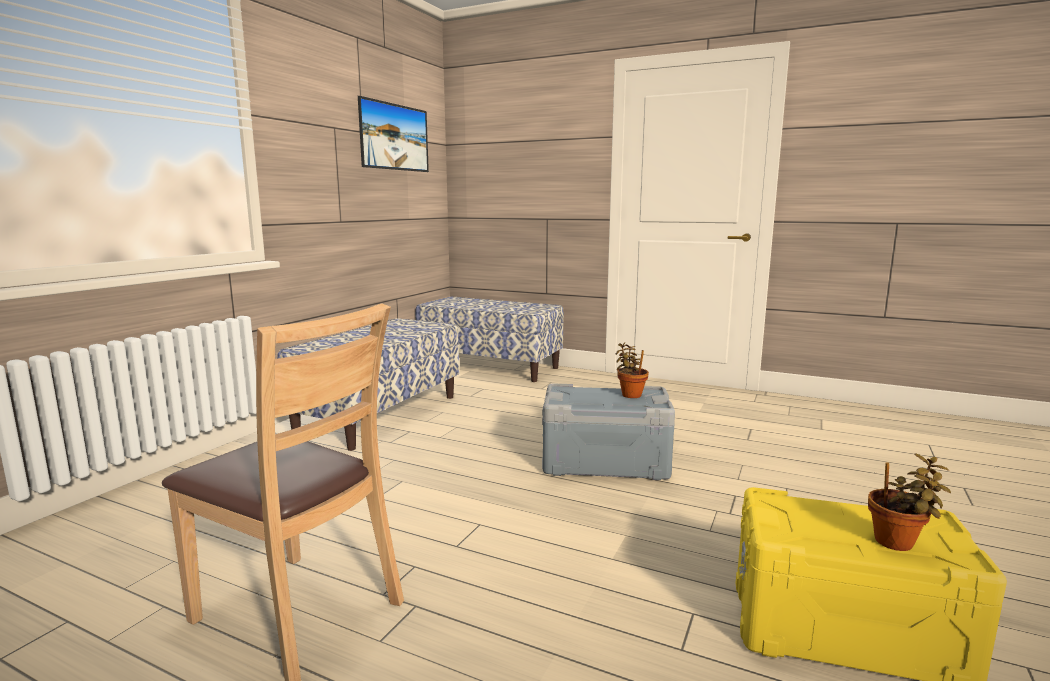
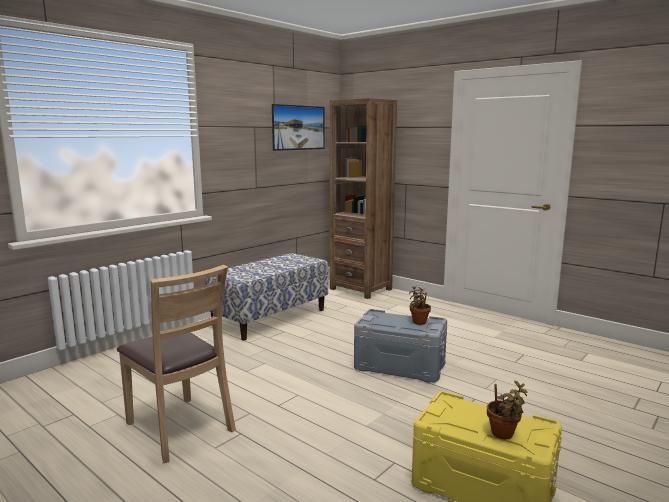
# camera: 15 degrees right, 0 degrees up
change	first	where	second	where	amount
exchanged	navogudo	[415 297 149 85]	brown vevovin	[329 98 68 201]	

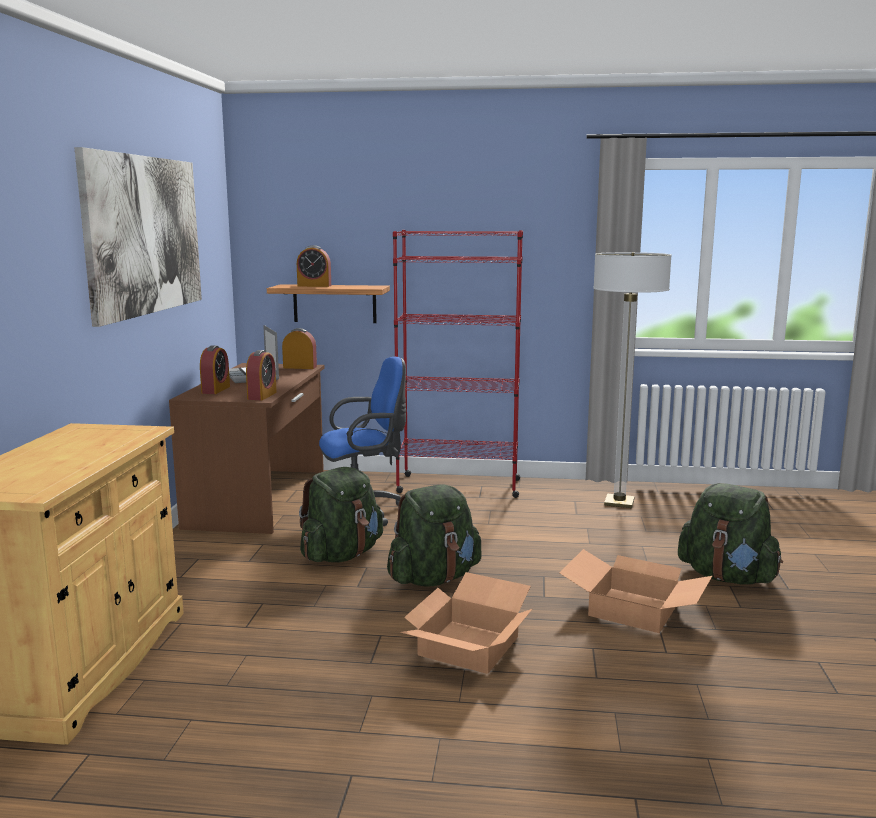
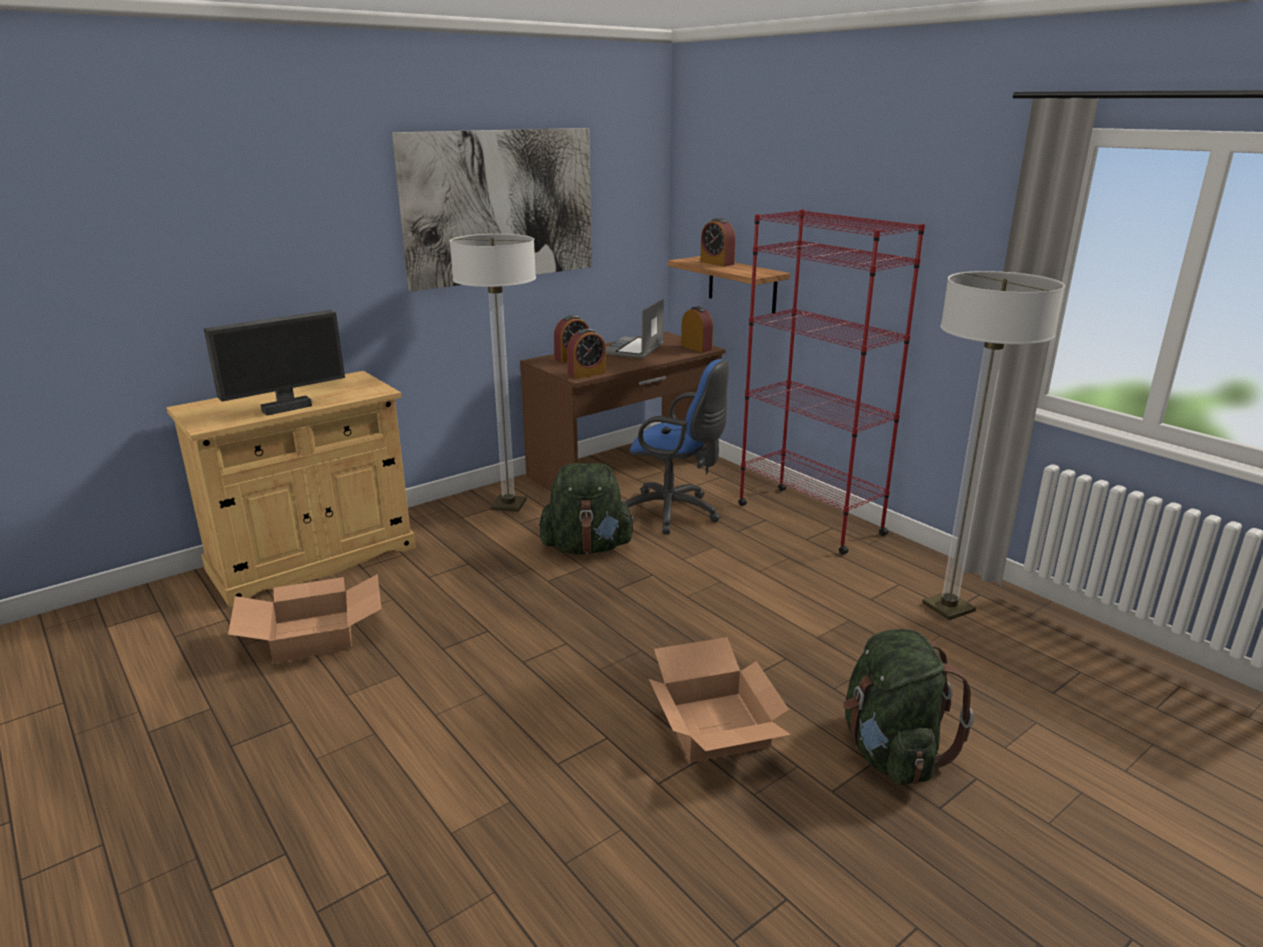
# camera: 45 degrees right, 10 degrees up
change	first	where	second	where	amount
missing	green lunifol	[387 485 95 102]			
appeared			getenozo	[203 310 142 106]	
appeared			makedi	[450 234 86 278]	
relocated	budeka	[400 572 132 102]		[228 574 153 89]	

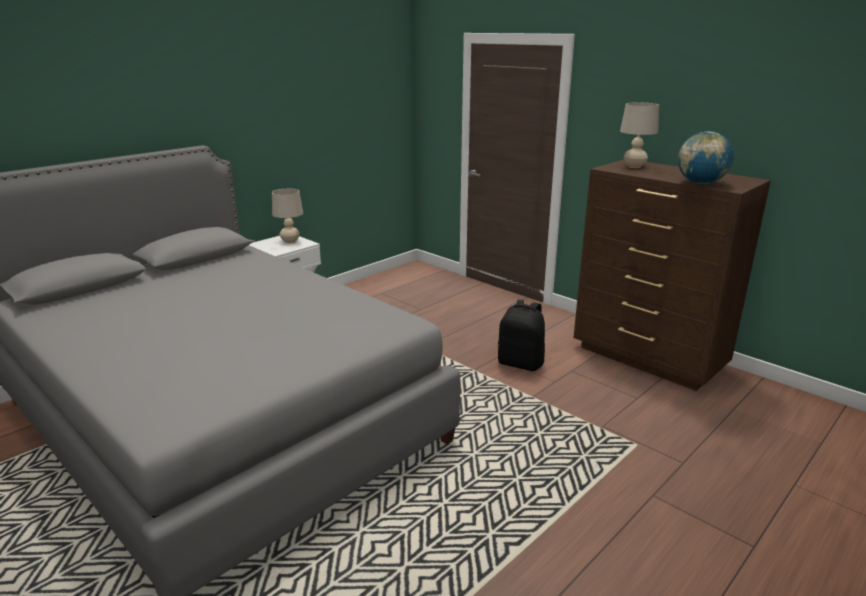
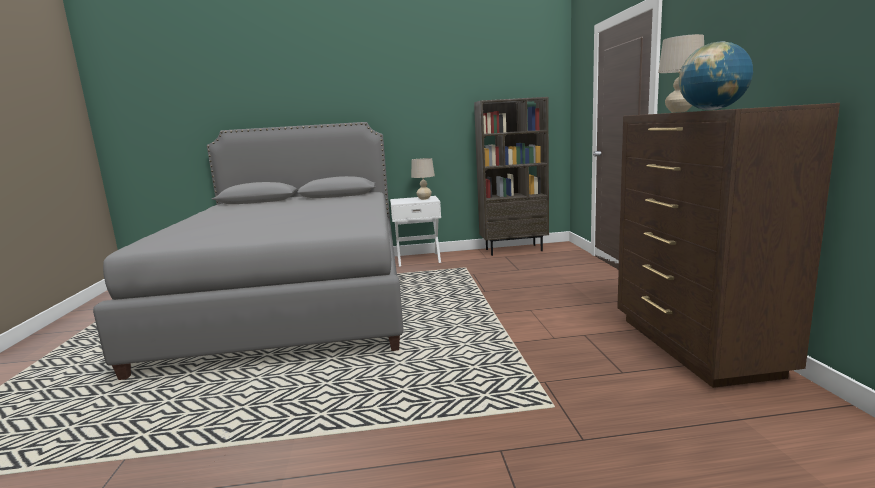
# camera: 40 degrees right, 10 degrees down
change	first	where	second	where	amount
missing	black lunifol	[498 300 47 71]			
appeared			brown vevovin	[474 97 75 159]	

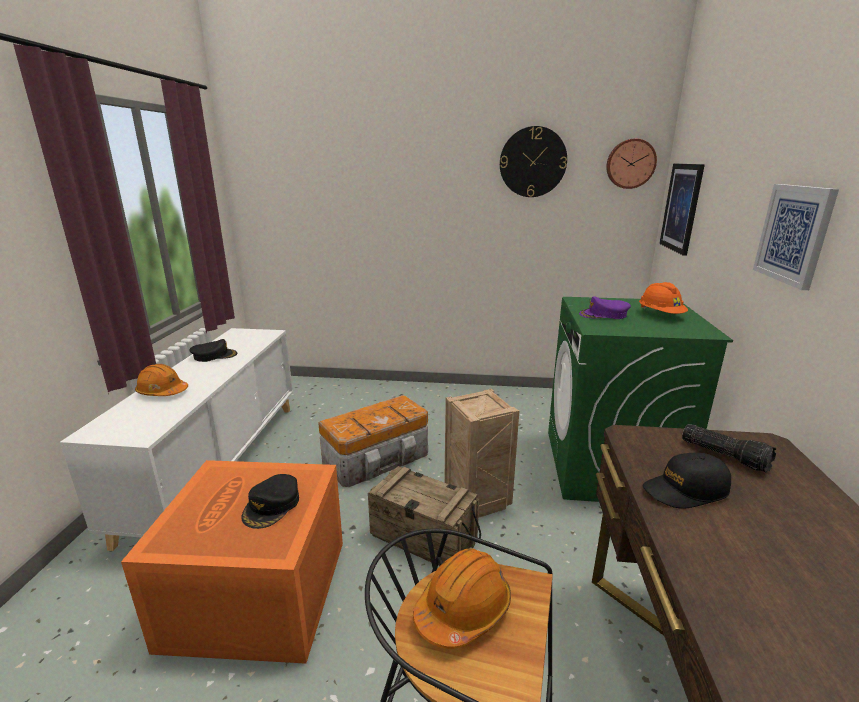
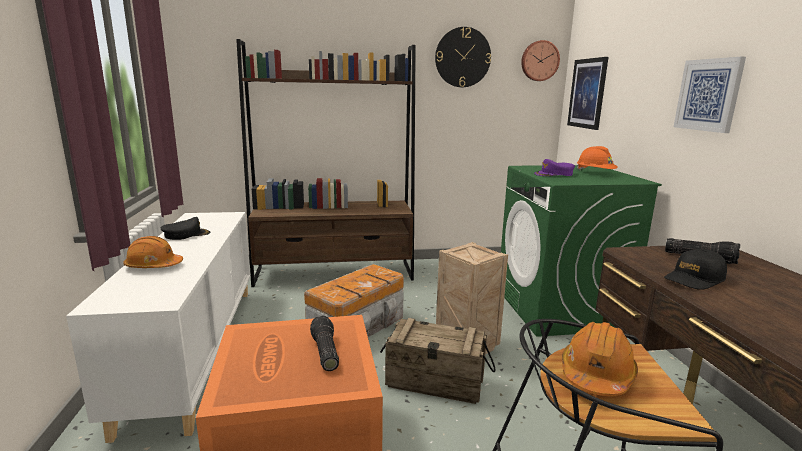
# camera: 15 degrees left, 5 degrees down
change	first	where	second	where	amount
appeared			brown vevovin	[236 39 180 248]	
exchanged	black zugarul	[241 474 58 55]	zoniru	[310 316 29 55]	

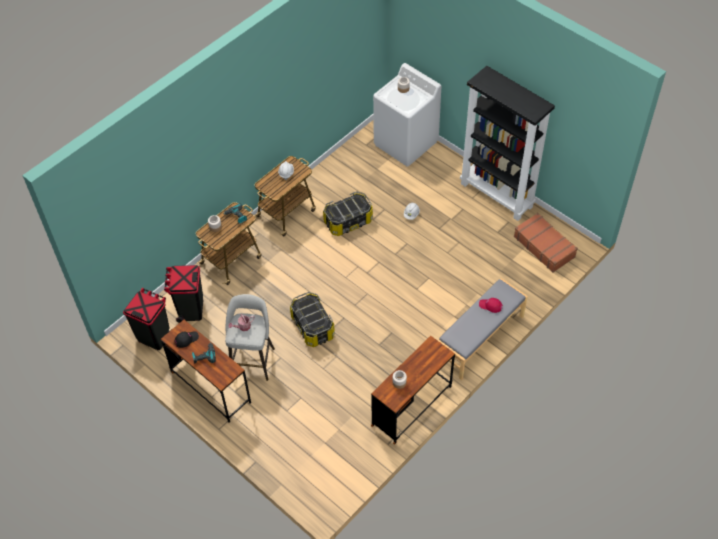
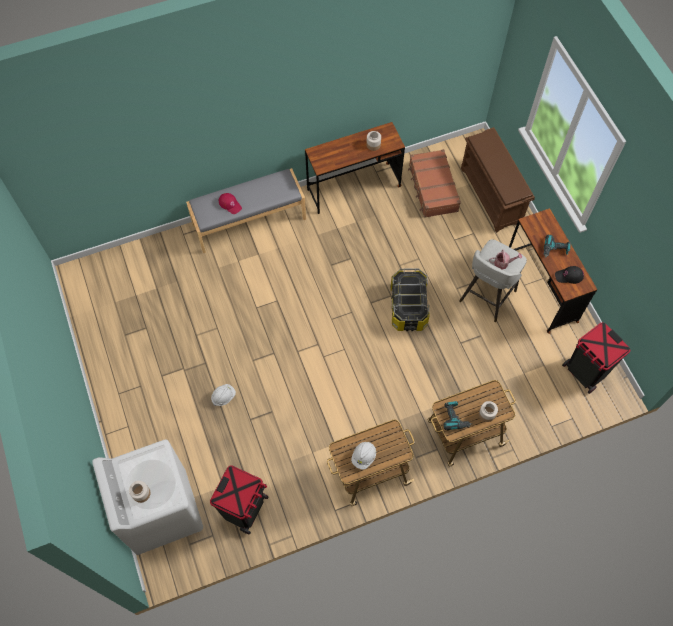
# camera: 155 degrees left, 10 degrees up
change	first	where	second	where	amount
missing	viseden	[323 191 50 45]			
missing	black vevovin	[460 66 95 155]			
appeared			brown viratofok	[461 127 74 106]	
relocated	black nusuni	[164 265 39 58]		[210 466 58 68]	
relocated	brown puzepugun	[514 213 64 59]		[408 149 53 69]	

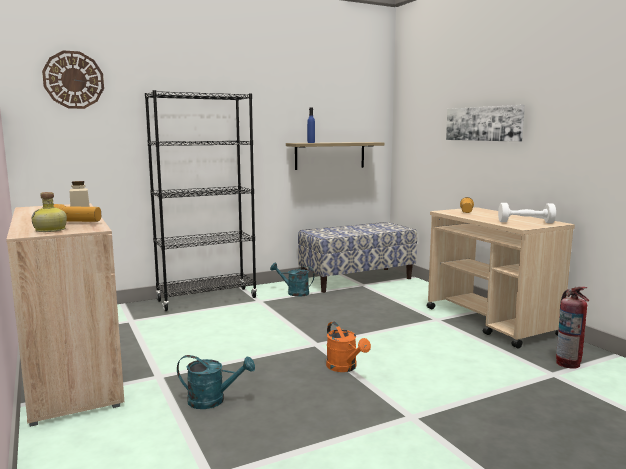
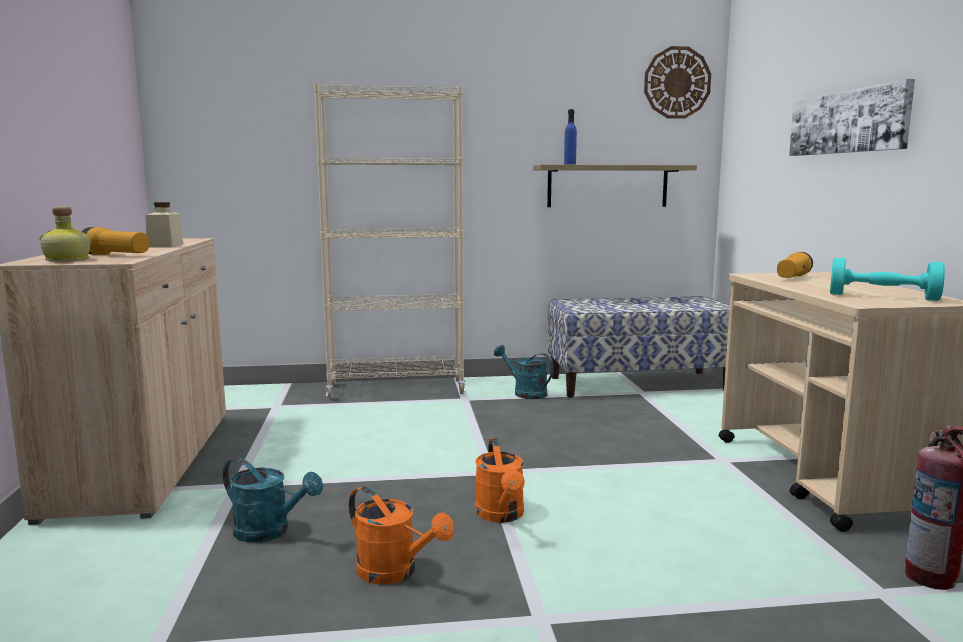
# camera: 20 degrees right, 0 degrees up
change	first	where	second	where	amount
appeared			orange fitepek	[349 486 105 99]	
relocated	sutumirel	[42 50 62 59]		[644 46 67 73]	
colour	black vevovin	[145 90 112 221]	beige vevovin	[314 84 151 315]	
colour	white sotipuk	[498 203 58 20]	turquoise sotipuk	[830 258 115 43]	

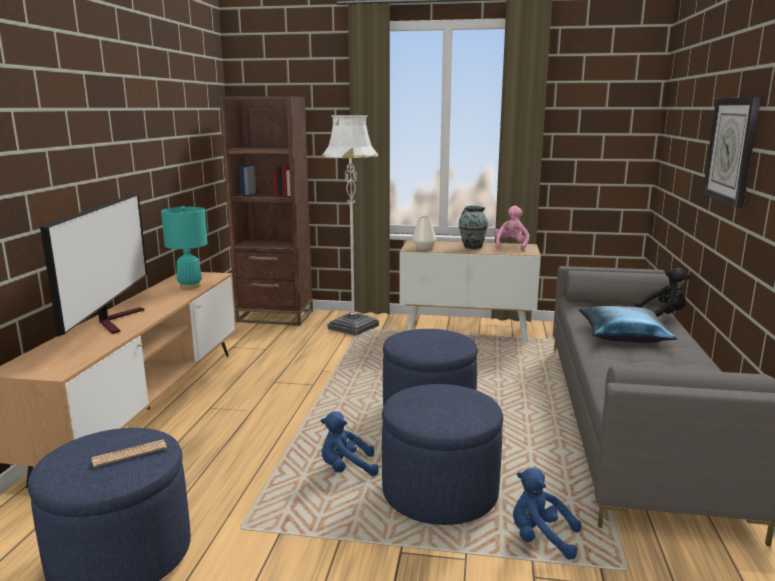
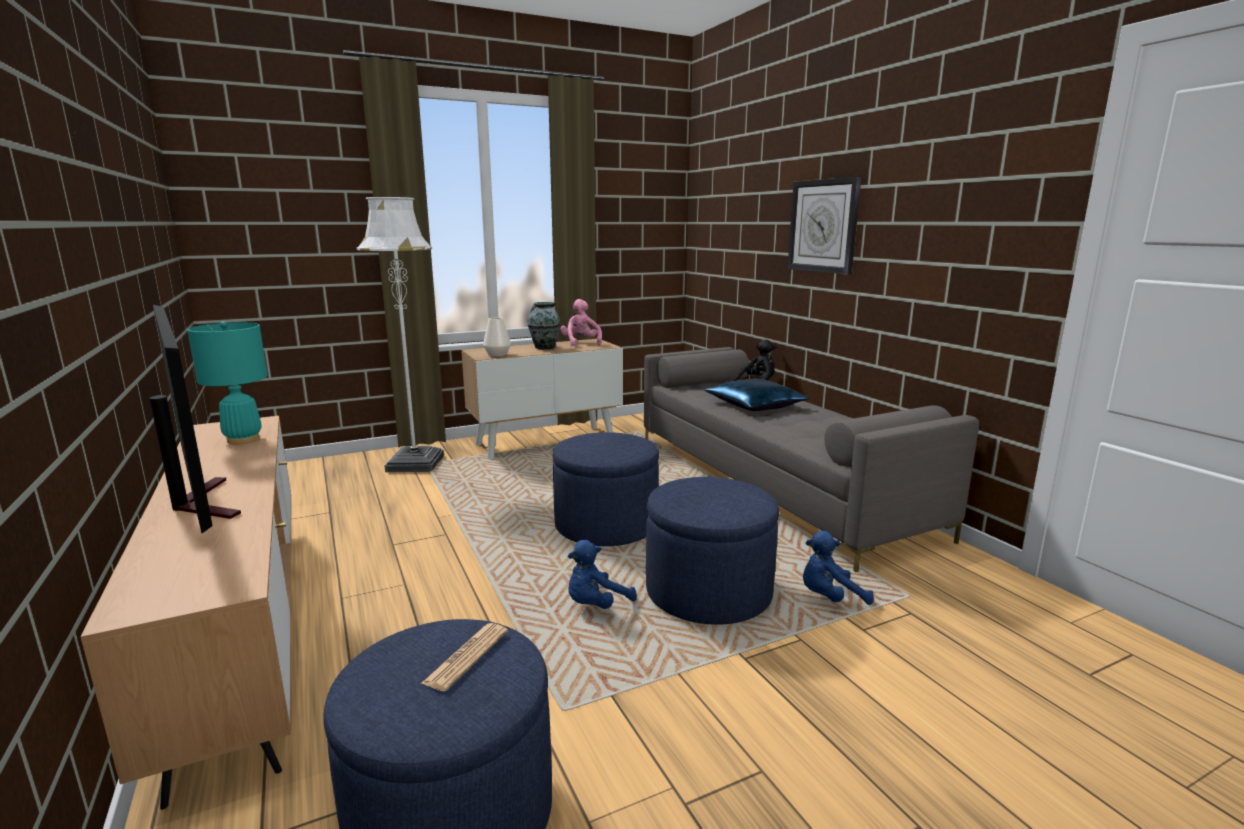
# camera: 35 degrees left, 0 degrees up
change	first	where	second	where	amount
missing	brown vevovin	[219 96 94 229]			

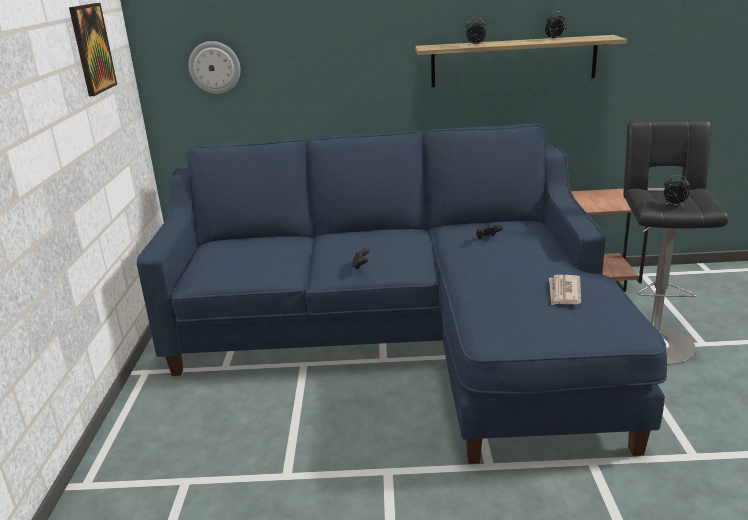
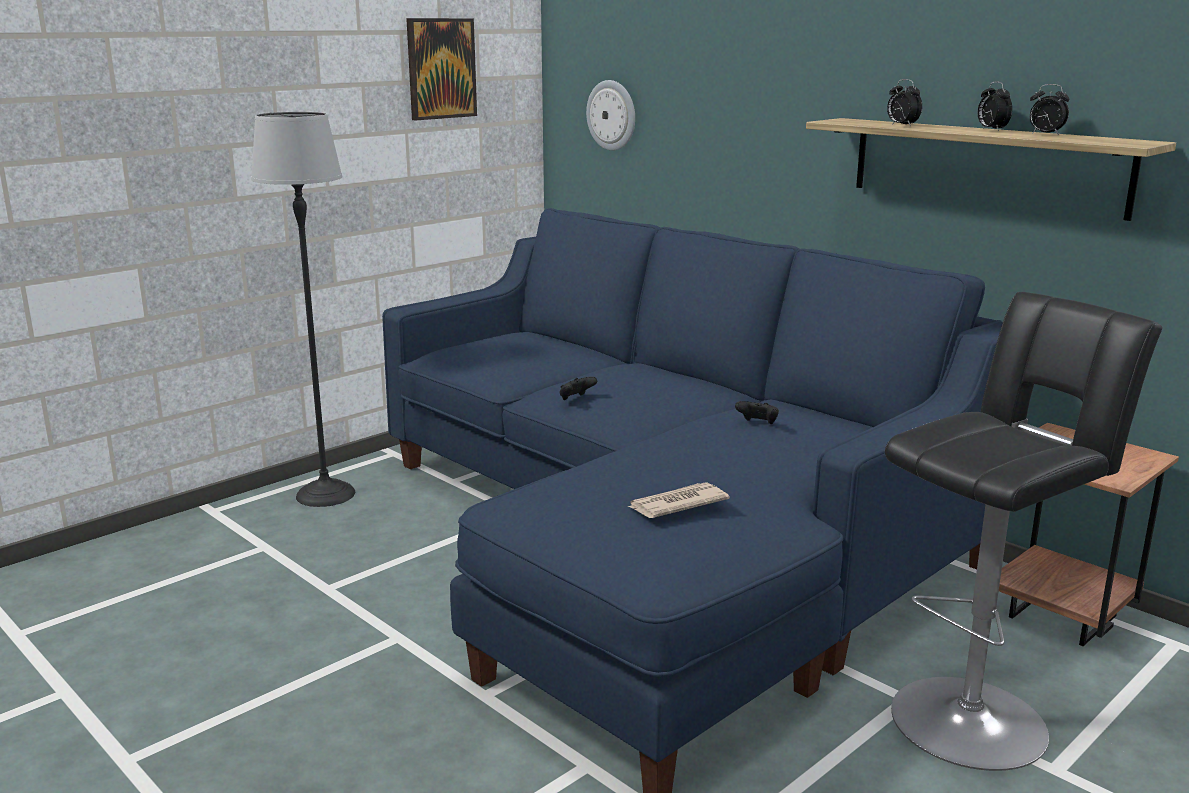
# camera: 45 degrees right, 5 degrees down
change	first	where	second	where	amount
appeared			makedi	[251 112 104 395]	
relocated	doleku	[664 175 26 32]		[978 81 34 50]	

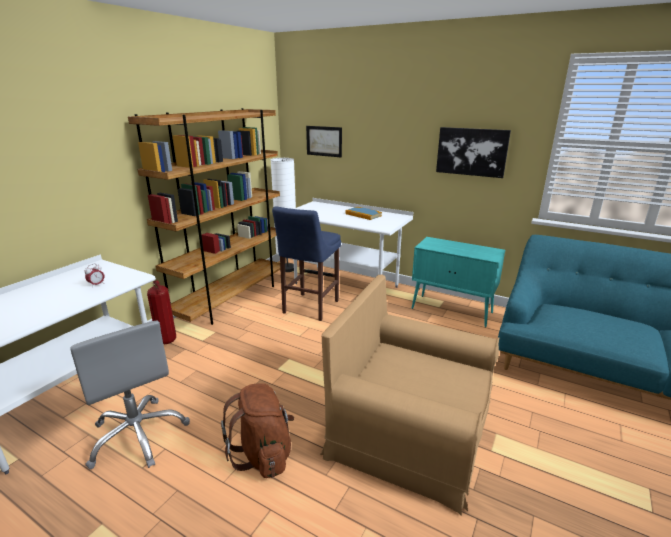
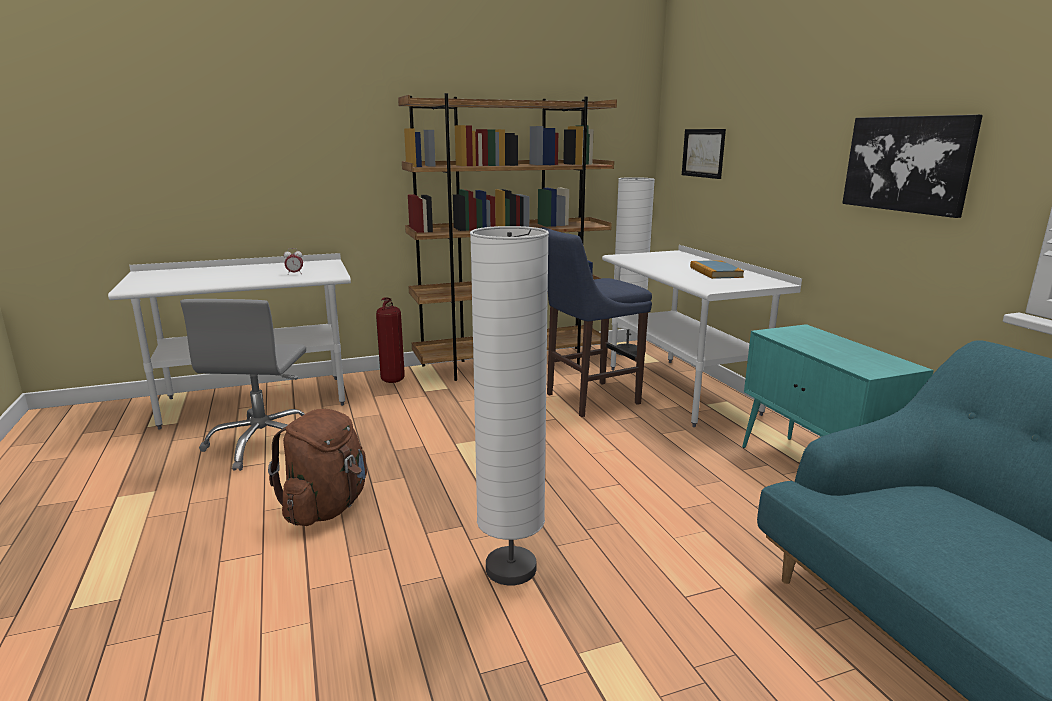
# camera: 40 degrees right, 5 degrees down
change	first	where	second	where	amount
exchanged	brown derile	[320 275 179 241]	white makedi	[470 226 79 360]	

